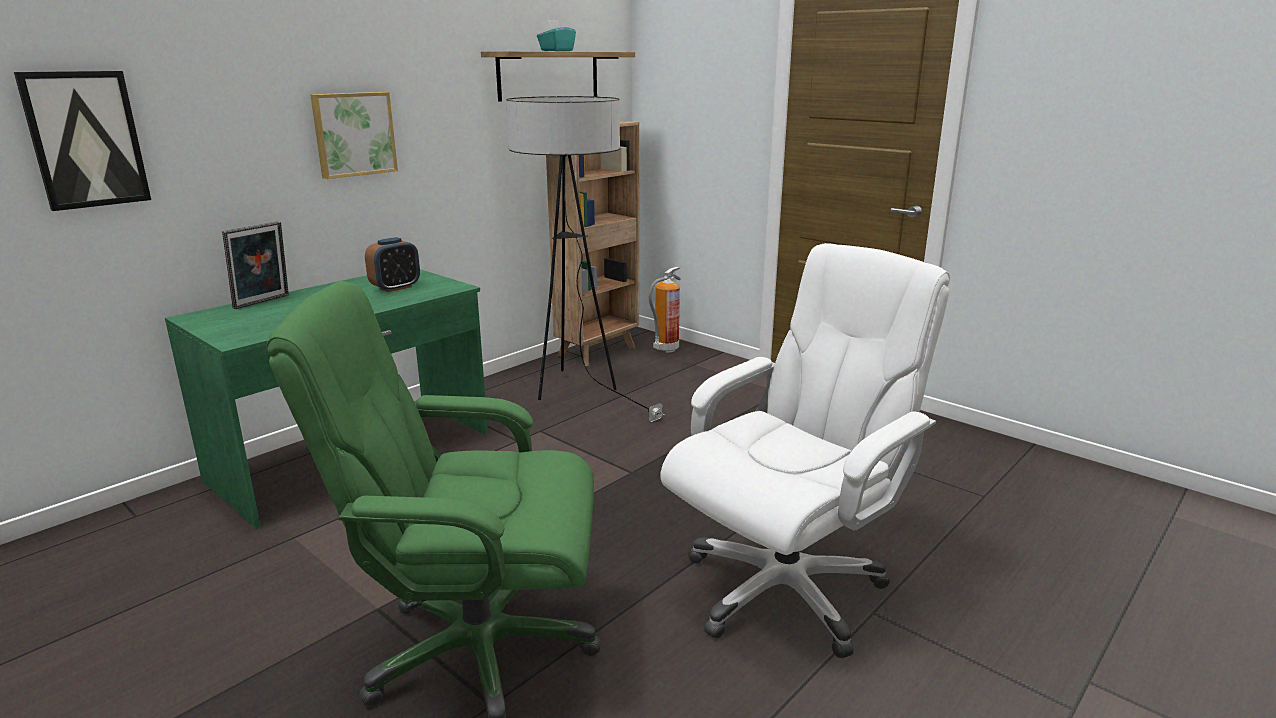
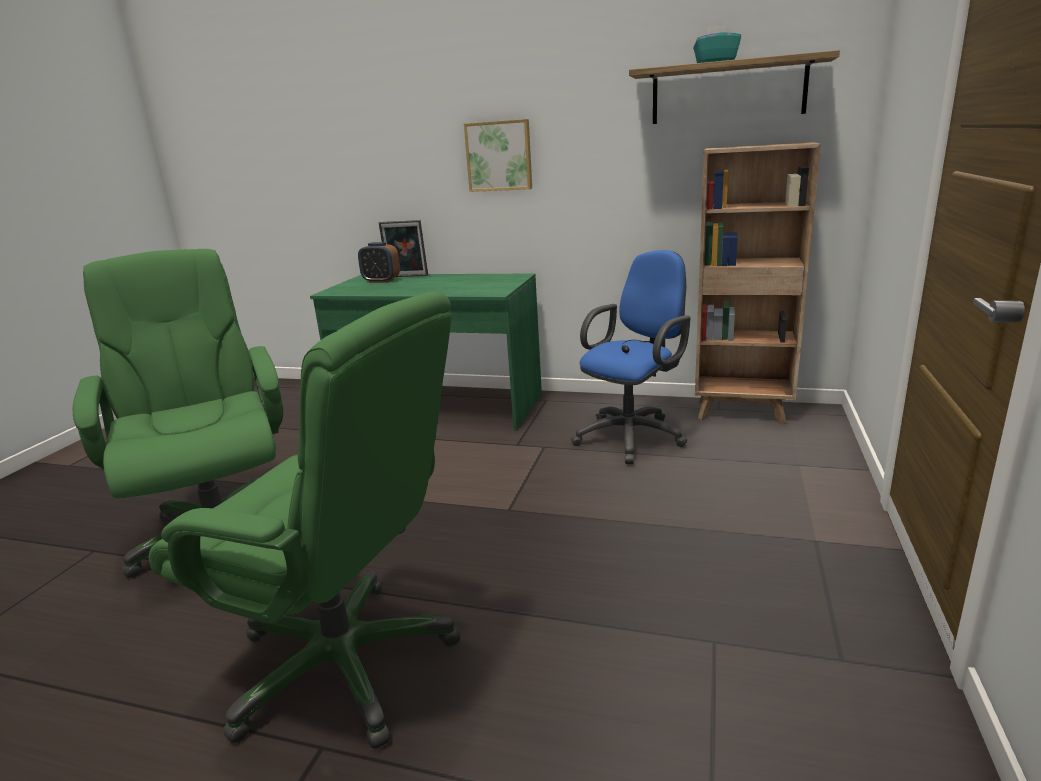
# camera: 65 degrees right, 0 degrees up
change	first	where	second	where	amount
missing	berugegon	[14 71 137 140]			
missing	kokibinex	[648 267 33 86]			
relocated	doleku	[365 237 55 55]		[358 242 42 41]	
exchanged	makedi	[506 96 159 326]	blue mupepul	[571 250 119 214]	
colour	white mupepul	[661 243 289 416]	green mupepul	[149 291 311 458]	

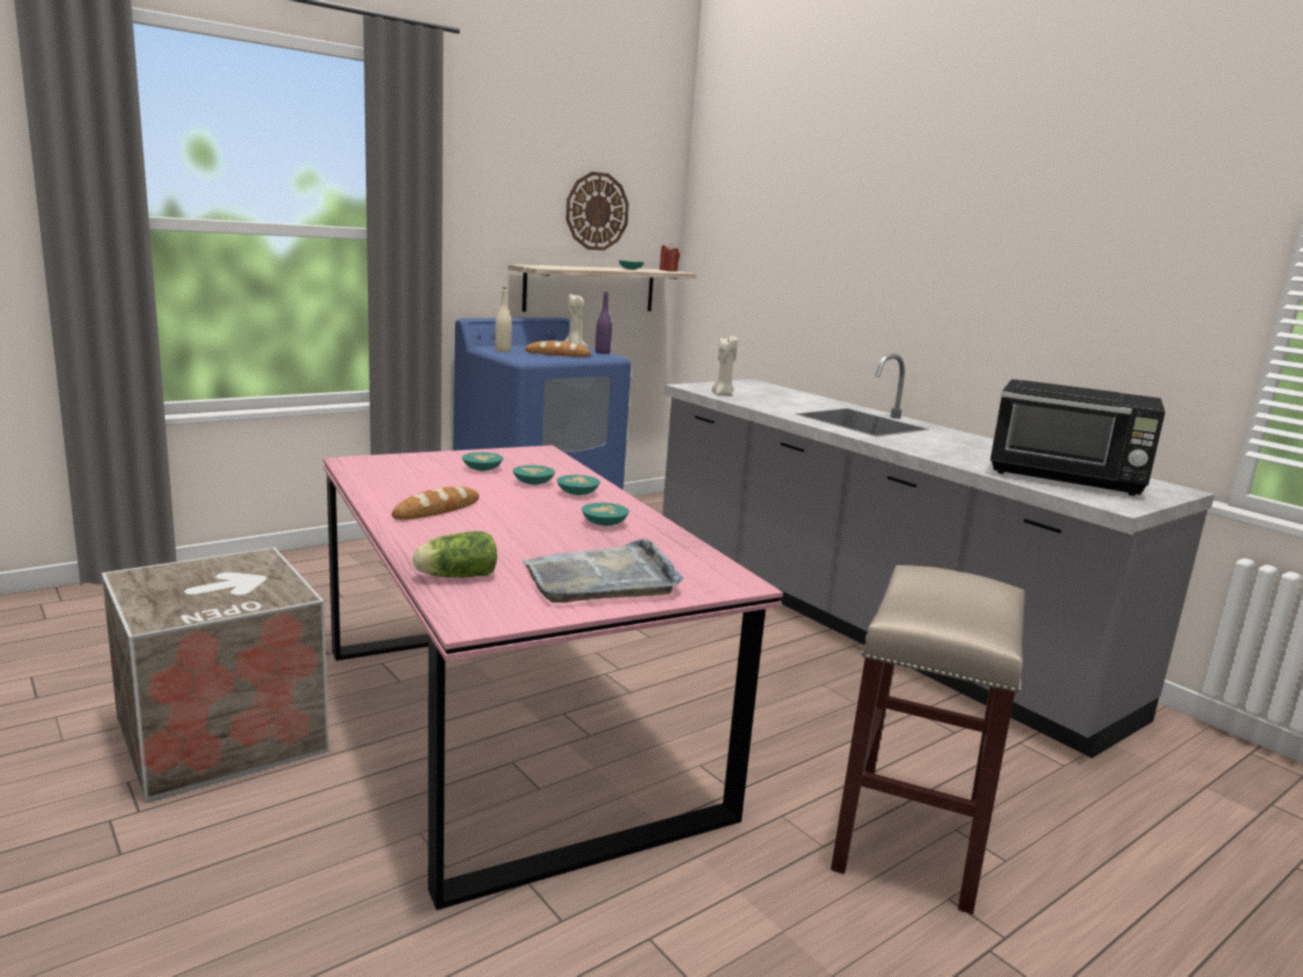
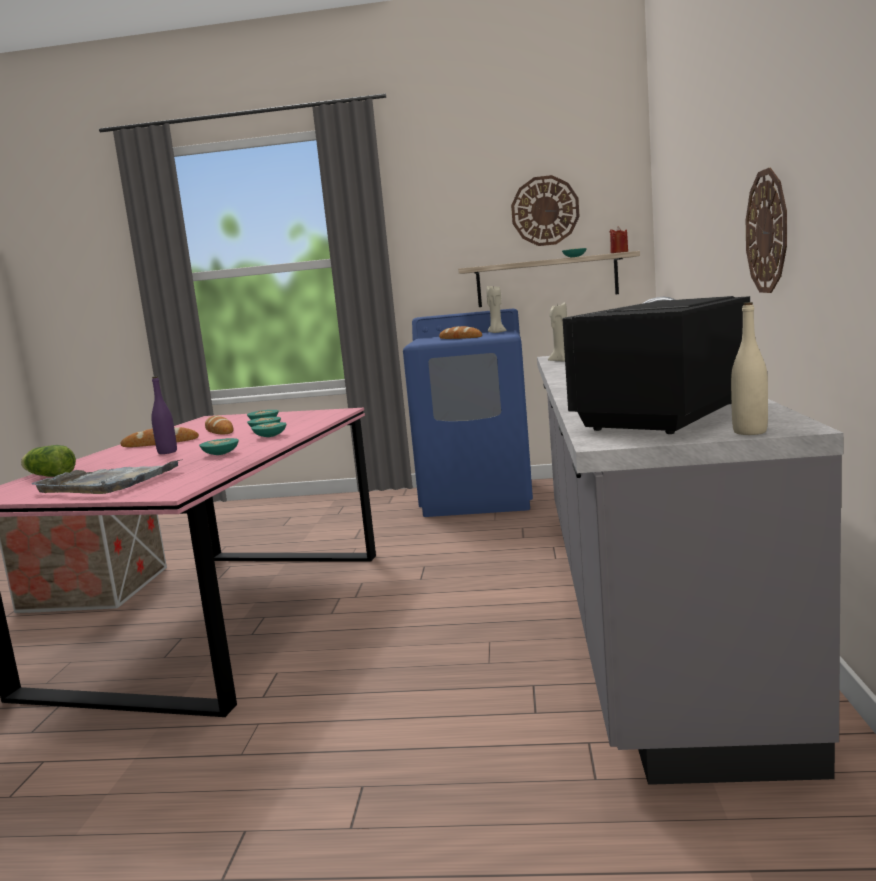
# camera: 45 degrees right, 5 degrees down
change	first	where	second	where	amount
missing	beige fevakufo	[831 565 193 349]			
appeared			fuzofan	[205 416 29 18]	
appeared			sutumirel	[746 168 41 125]	
relocated	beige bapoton	[495 287 17 65]		[731 302 37 133]	
relocated	purple bapoton	[595 292 17 62]		[151 376 26 78]	
spun	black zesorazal	[990 379 175 117]		[562 296 188 138]	60 degrees clockwise

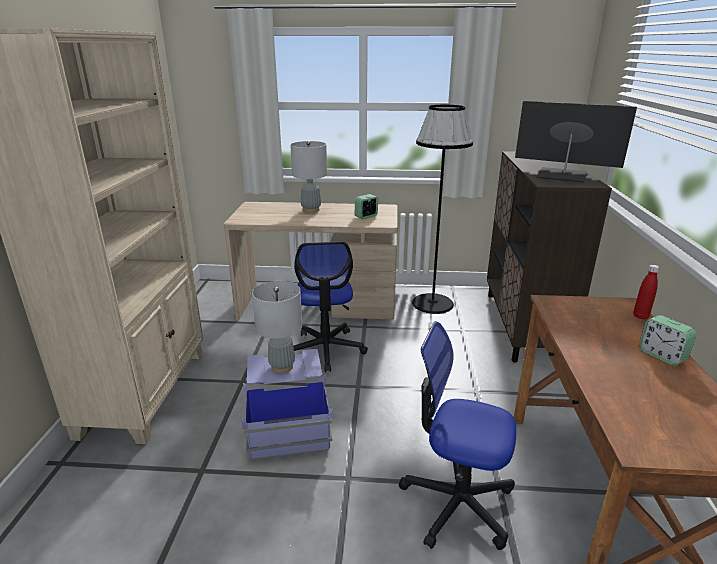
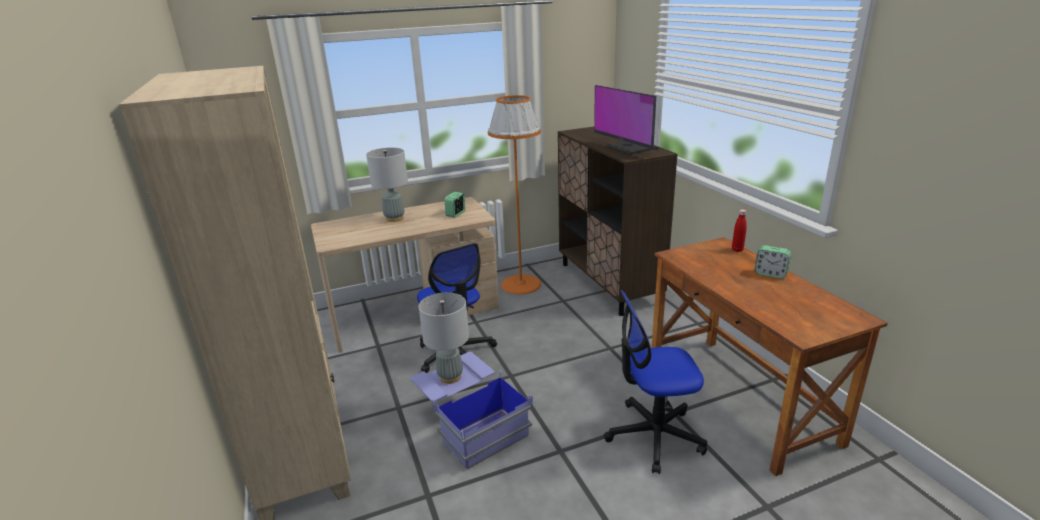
# camera: 25 degrees left, 0 degrees up
change	first	where	second	where	amount
colour	black makedi	[412 105 61 209]	orange makedi	[488 95 53 199]	
spun	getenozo	[515 101 122 82]		[594 85 65 69]	120 degrees counterclockwise

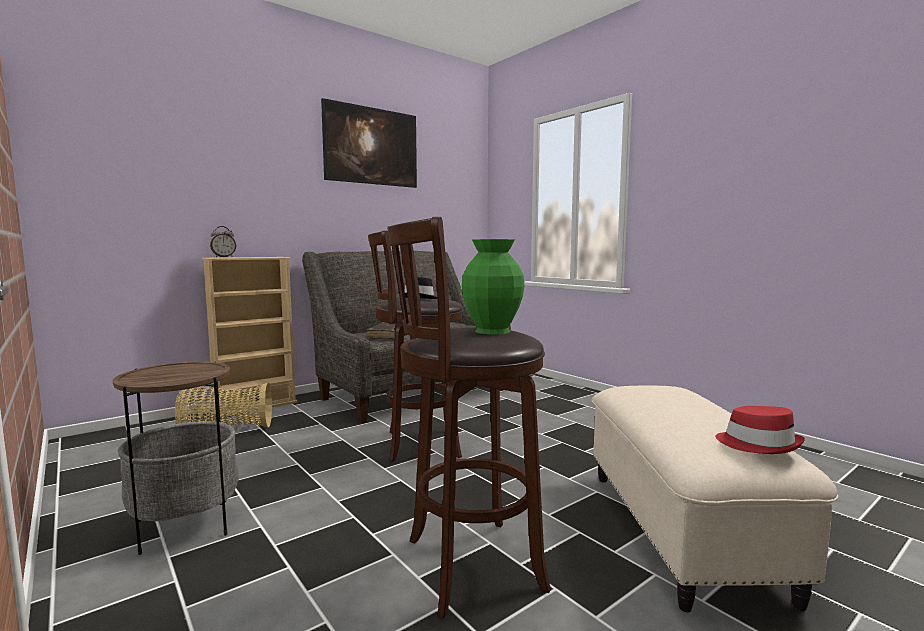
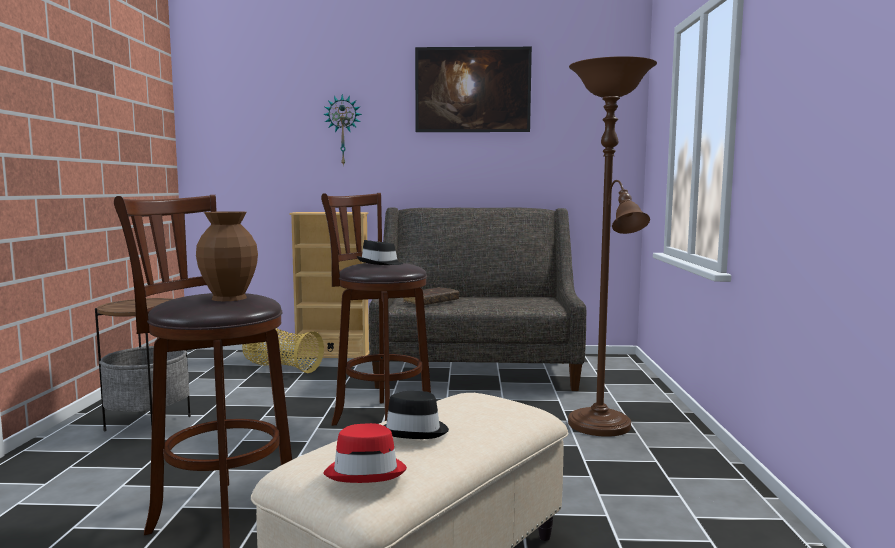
# camera: 40 degrees right, 0 degrees up
change	first	where	second	where	amount
missing	doleku	[210 226 26 31]			
appeared			sutumirel	[323 94 39 72]	
appeared			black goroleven	[383 391 66 48]	
appeared			brown makedi	[568 56 89 381]	
colour	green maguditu	[462 239 63 95]	brown maguditu	[196 211 62 90]	

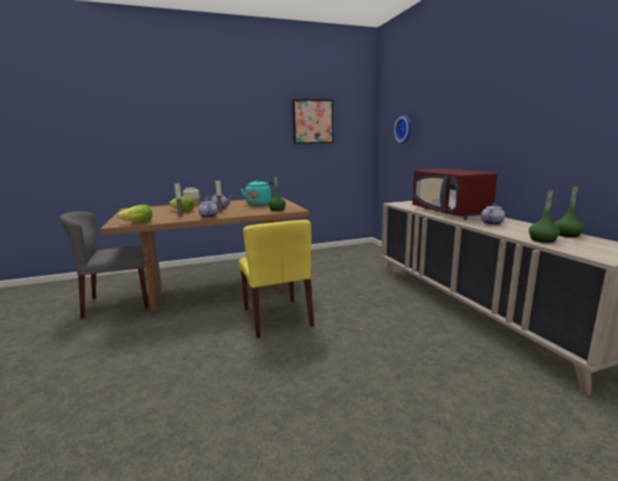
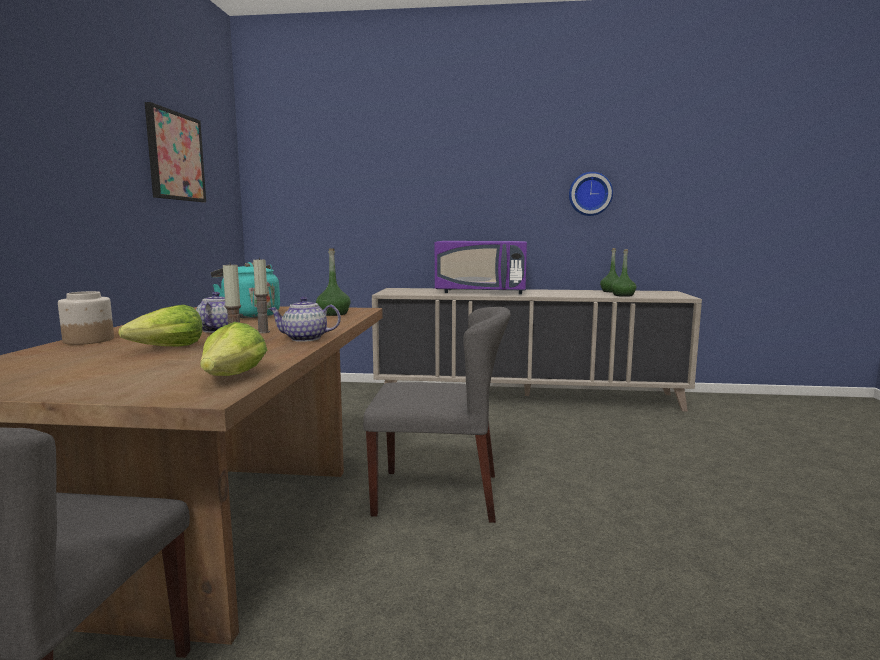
# camera: 65 degrees left, 5 degrees down
change	first	where	second	where	amount
missing	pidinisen	[481 203 24 22]			
relocated	sutumirel	[394 115 18 29]		[569 172 44 44]	
colour	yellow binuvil	[239 220 75 118]	grey binuvil	[363 307 148 216]	
colour	red zesorazal	[412 169 85 51]	purple zesorazal	[435 241 92 53]	

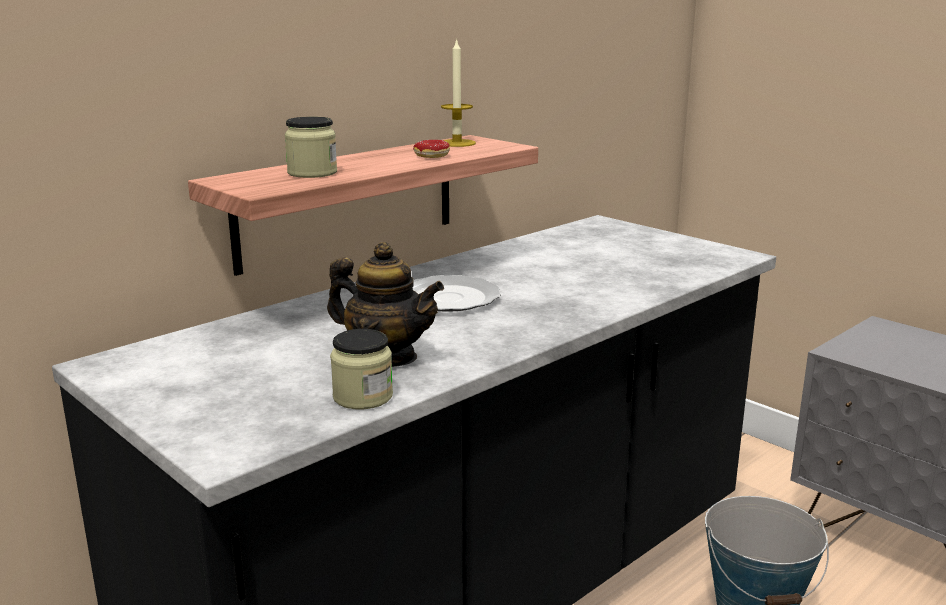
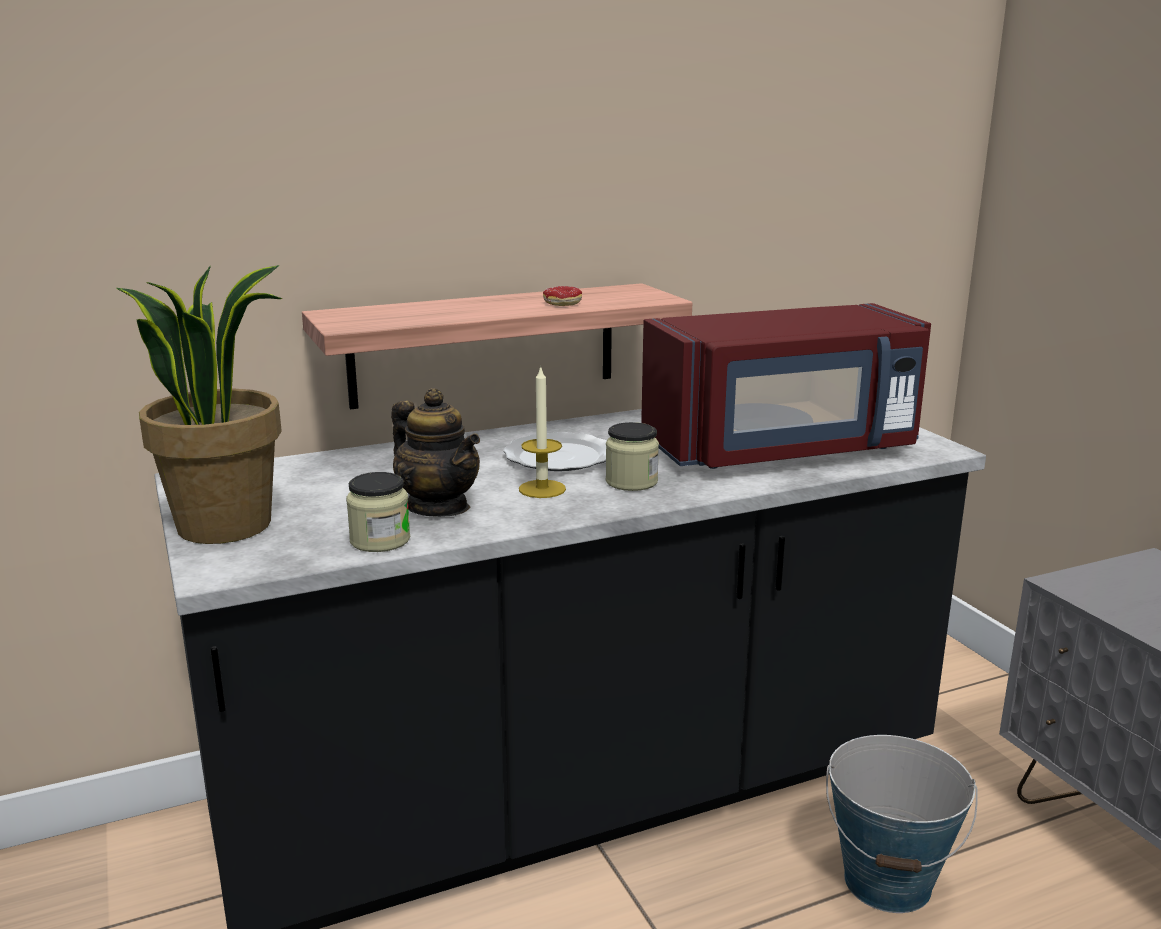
# camera: 20 degrees right, 0 degrees up
change	first	where	second	where	amount
appeared			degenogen	[116 265 167 279]	
appeared			red zesorazal	[641 303 290 166]	
relocated	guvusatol	[285 117 52 61]		[606 422 53 69]	
relocated	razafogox	[441 38 35 109]		[519 366 47 132]	

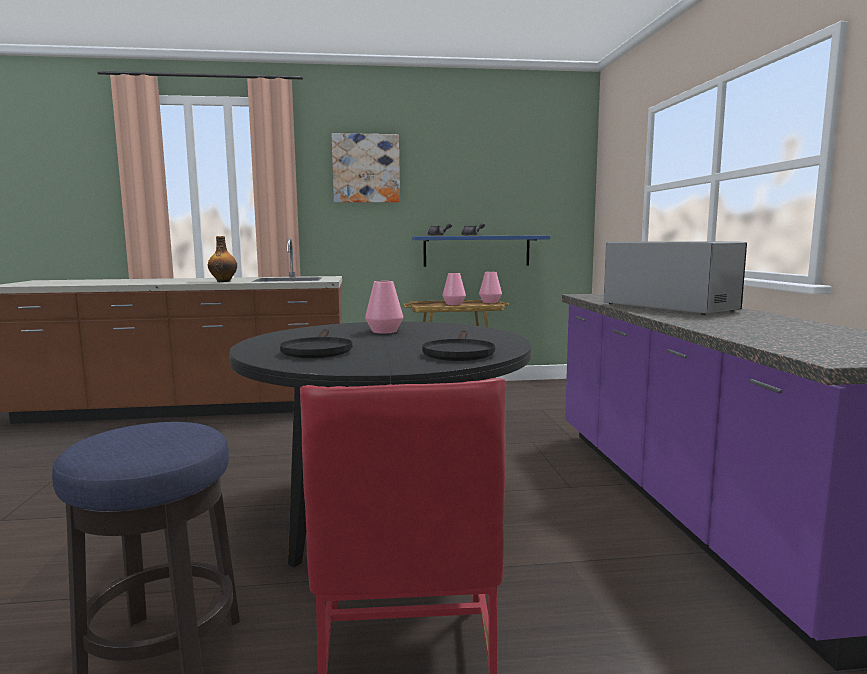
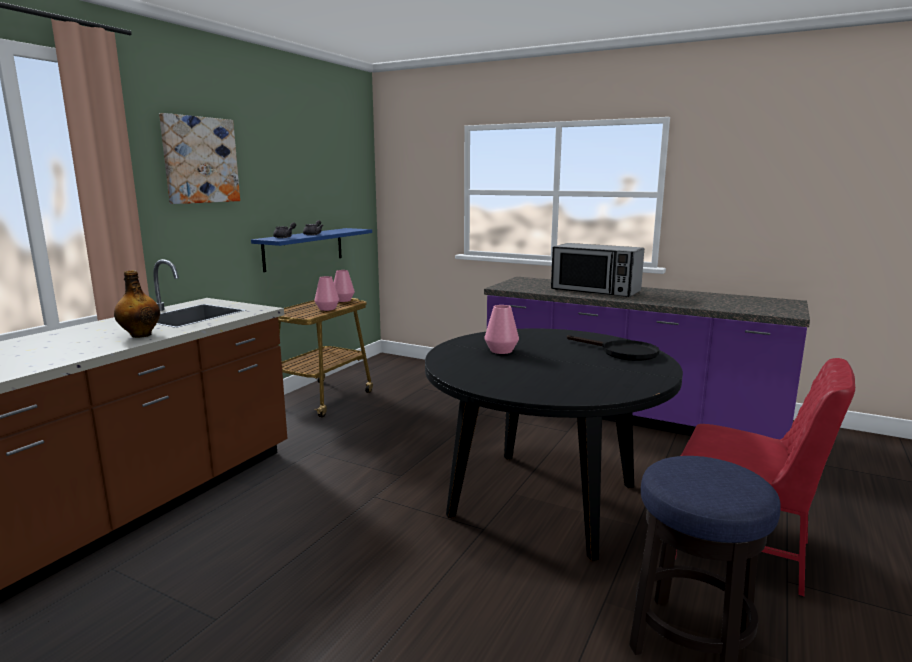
# camera: 55 degrees left, 5 degrees up
change	first	where	second	where	amount
missing	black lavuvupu	[280 329 72 29]			
spun	zesorazal	[604 241 143 74]		[551 243 93 54]	150 degrees counterclockwise

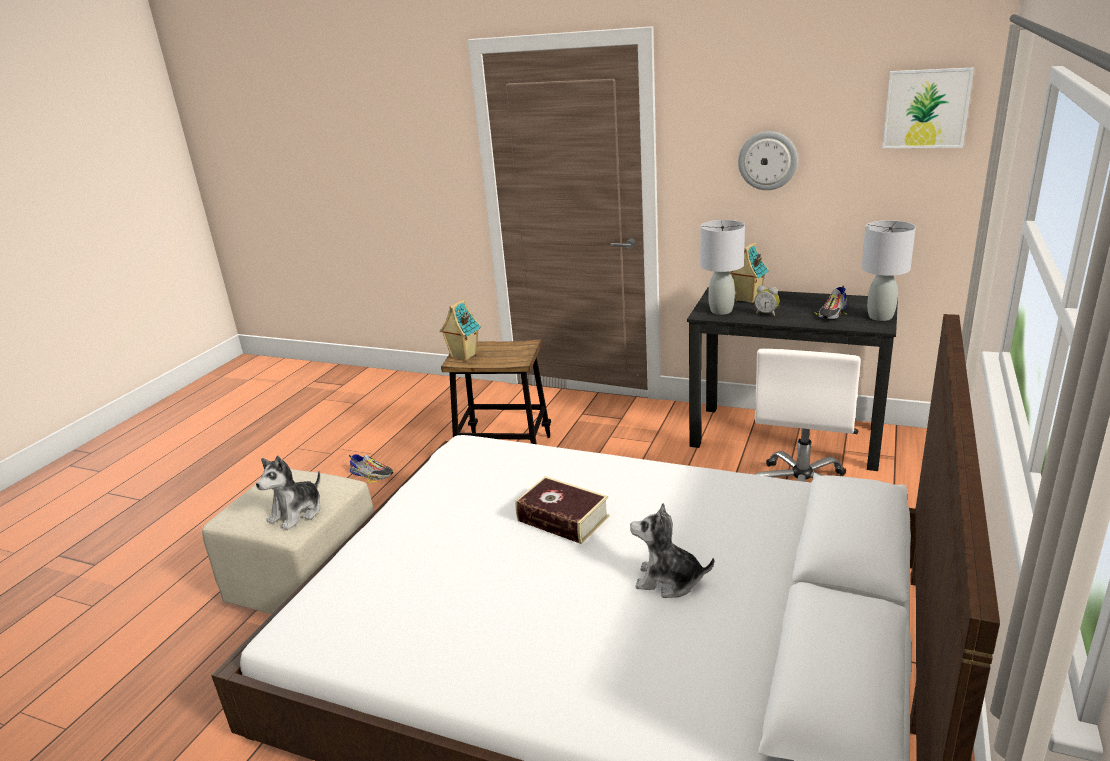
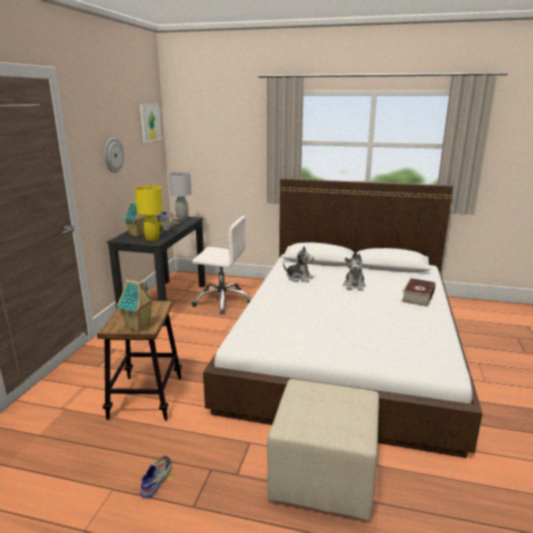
# camera: 100 degrees left, 5 degrees down
change	first	where	second	where	amount
relocated	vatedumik	[256 456 65 74]		[283 246 31 37]	
relocated	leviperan	[516 476 93 68]		[401 278 34 29]	
colour	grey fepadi	[700 220 45 95]	yellow fepadi	[135 186 28 55]	

